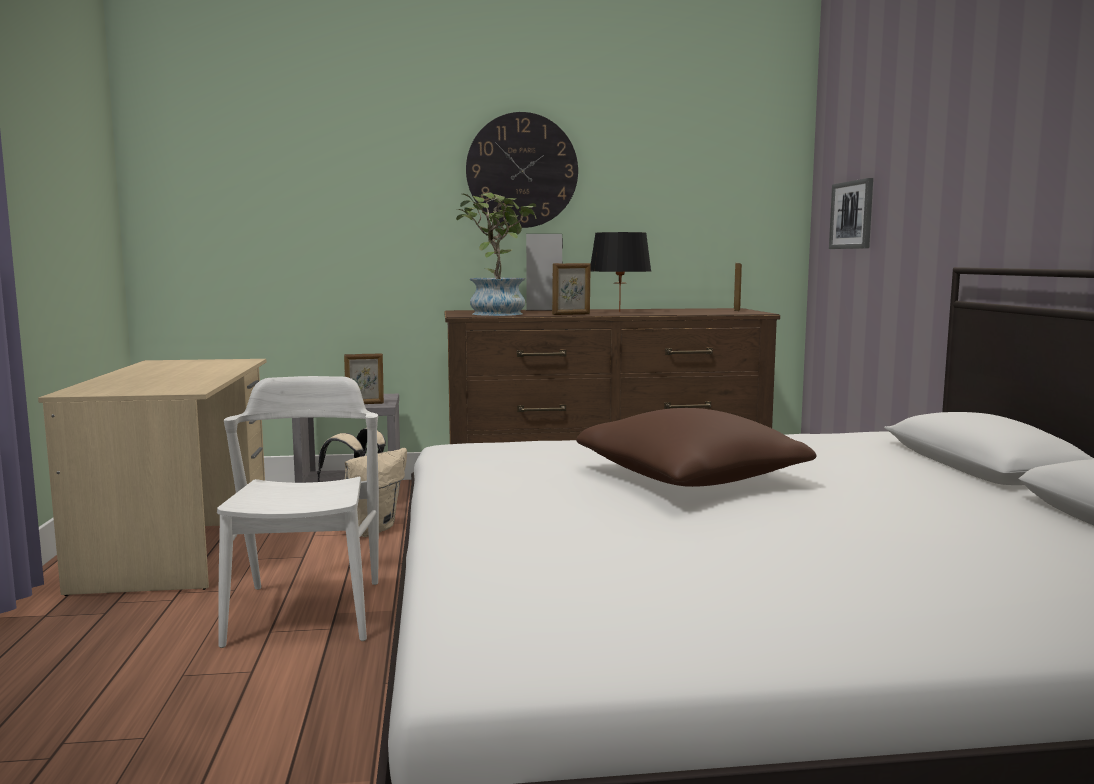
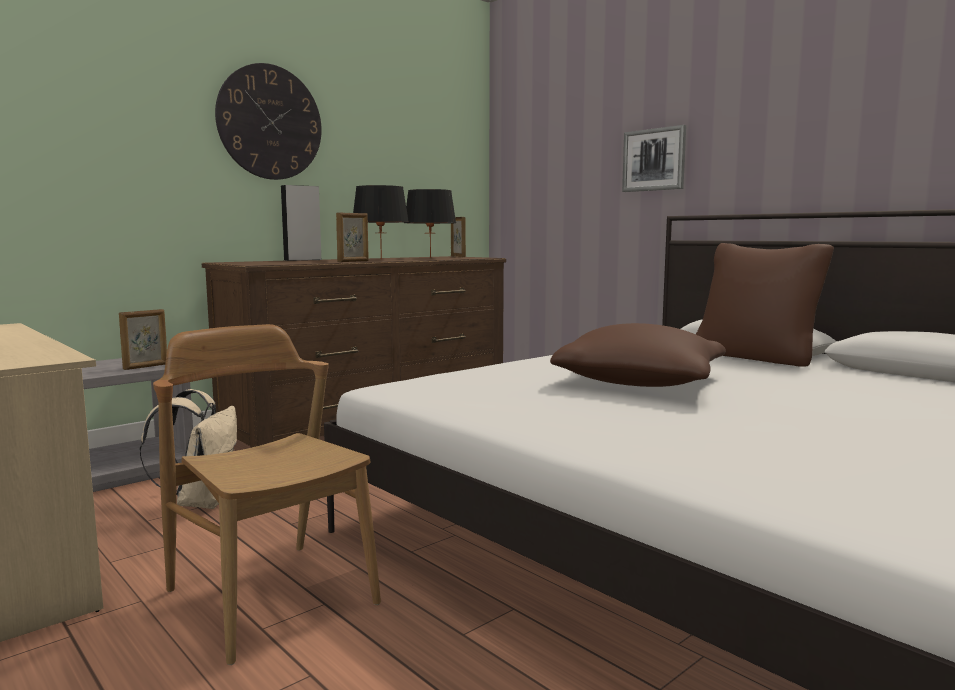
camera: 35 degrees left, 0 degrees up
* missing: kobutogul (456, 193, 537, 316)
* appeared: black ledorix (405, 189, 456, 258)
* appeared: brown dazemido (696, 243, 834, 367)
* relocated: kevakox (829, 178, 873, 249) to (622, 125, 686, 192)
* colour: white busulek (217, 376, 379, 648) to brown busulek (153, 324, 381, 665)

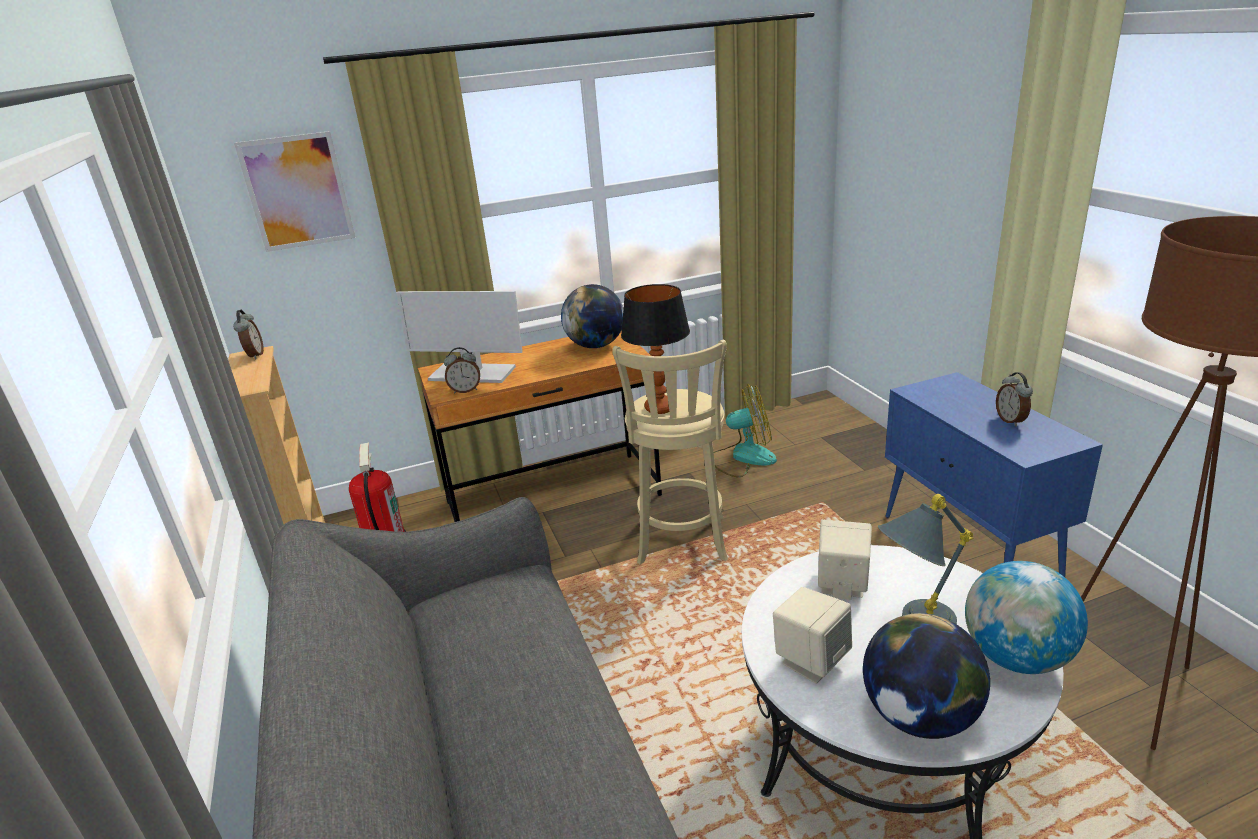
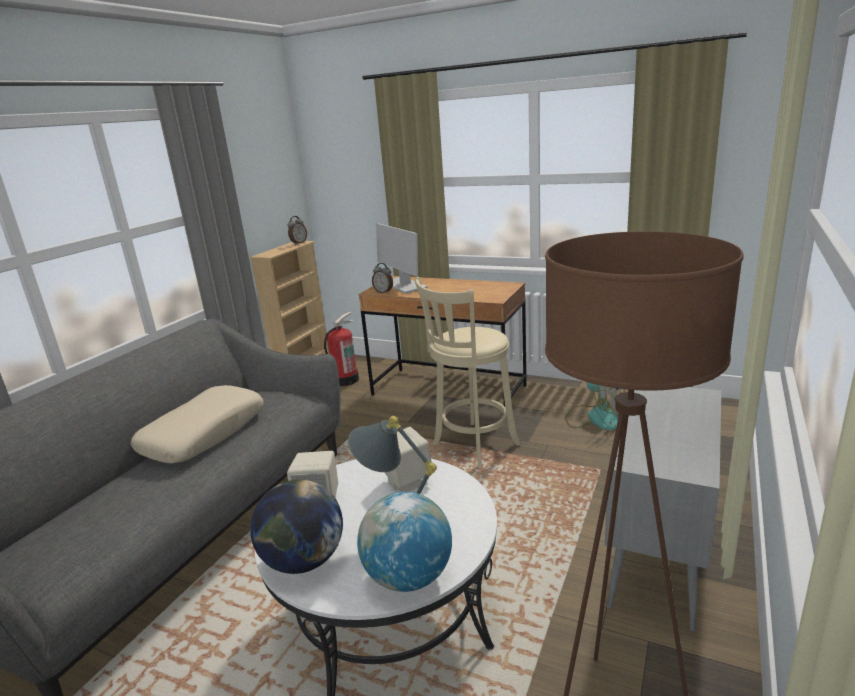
camera: 45 degrees right, 5 degrees down
* missing: kevakox (234, 131, 356, 252)
* missing: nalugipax (561, 284, 624, 348)
* missing: ledorix (621, 284, 690, 414)
* missing: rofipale (996, 372, 1033, 427)
* appeared: beige dazemido (131, 385, 264, 464)
* colour: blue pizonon (885, 372, 1103, 577) to grey pizonon (605, 387, 721, 632)

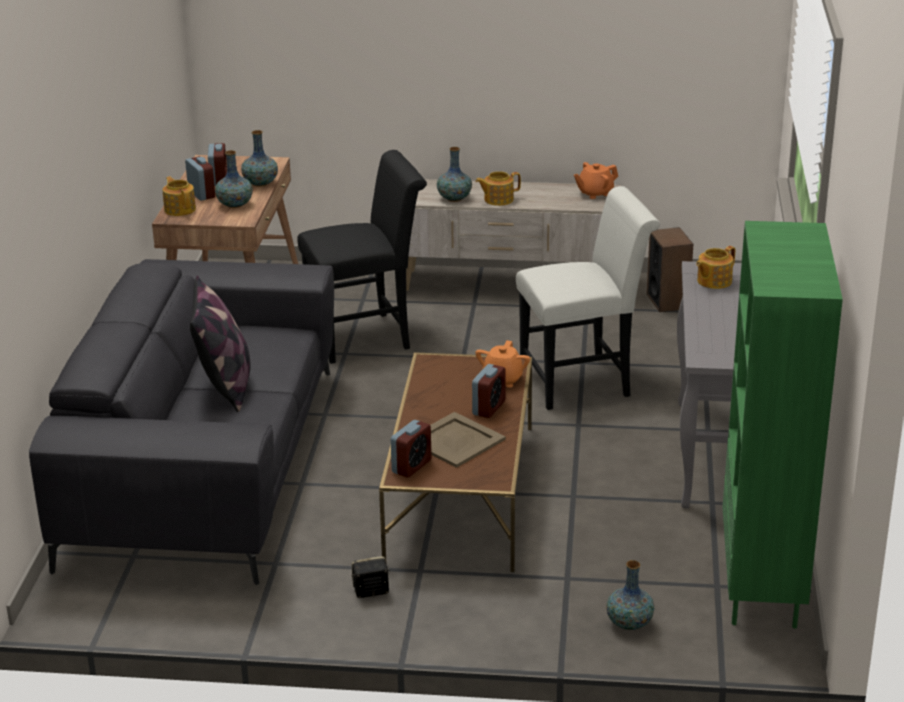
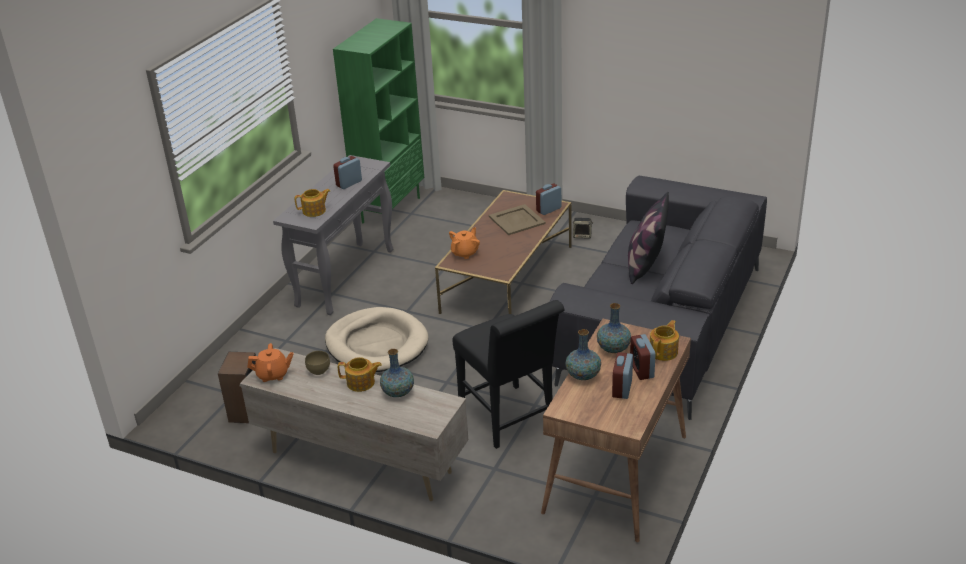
camera: 160 degrees left, 5 degrees up
* missing: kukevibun (606, 560, 655, 630)
* appeared: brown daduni (305, 351, 330, 375)
* relocated: rofipale (472, 364, 505, 418) to (333, 156, 362, 189)
* exchanged: white busulek (516, 186, 660, 410) to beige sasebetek (325, 307, 428, 372)
* spun: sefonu (163, 176, 196, 216) = (650, 320, 679, 361) 135 degrees counterclockwise
* spun: black busulek (297, 150, 427, 364) = (453, 300, 565, 449) 120 degrees counterclockwise

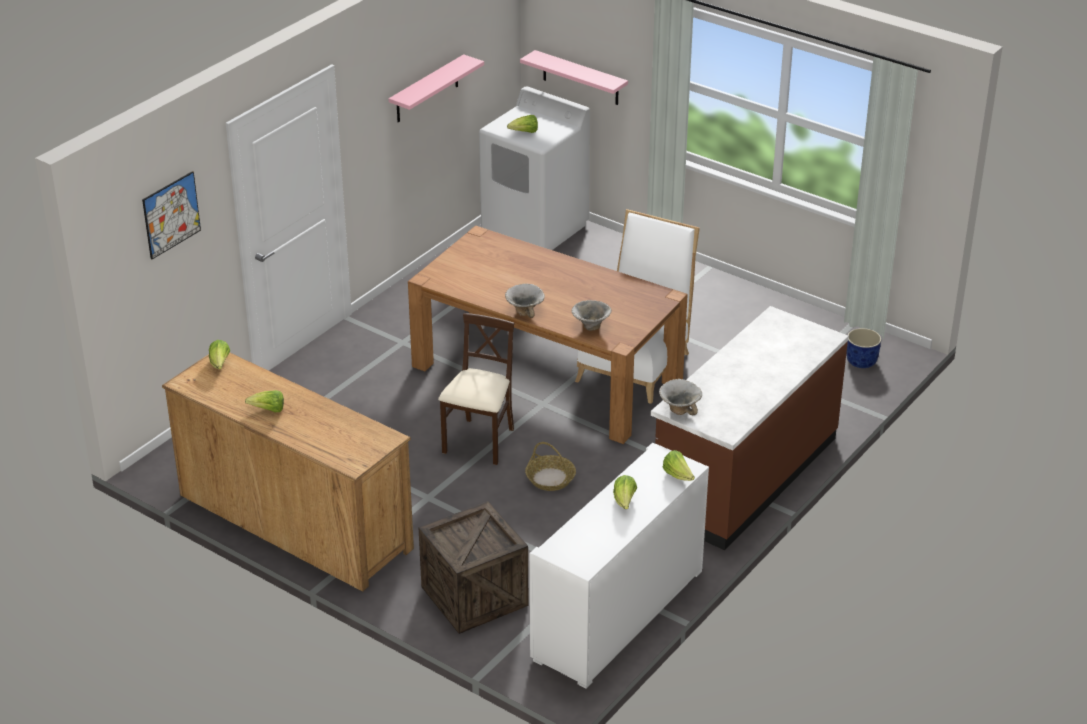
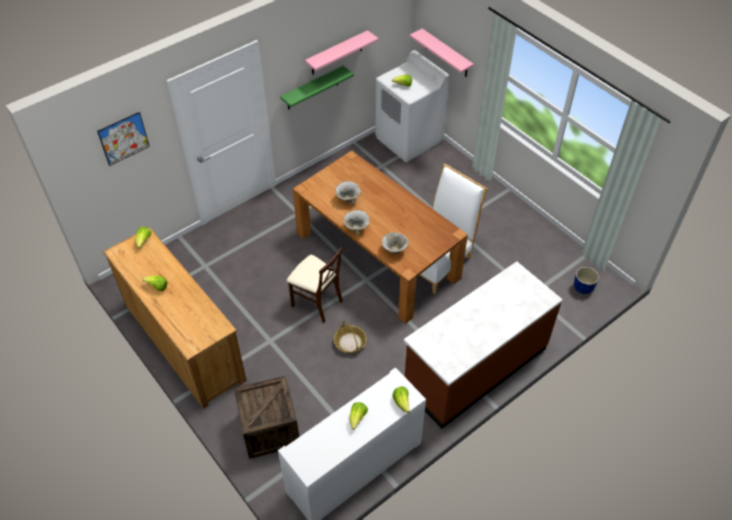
camera: 15 degrees right, 15 degrees up
* appeared: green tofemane (280, 66, 354, 110)
* relocated: daduni (659, 379, 702, 415) to (335, 181, 361, 205)
* spun: beige busulek (438, 313, 514, 465) = (287, 247, 343, 323) 90 degrees clockwise

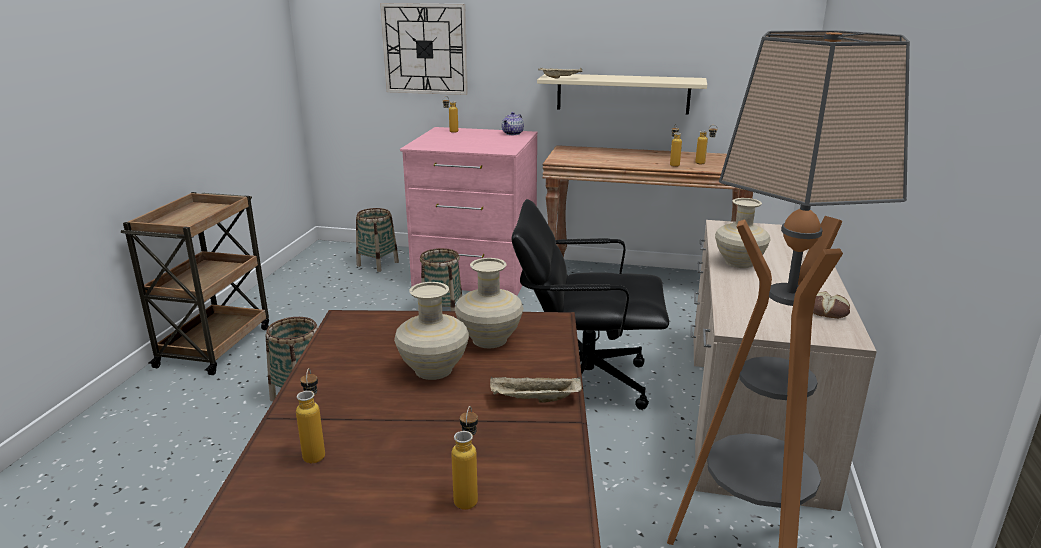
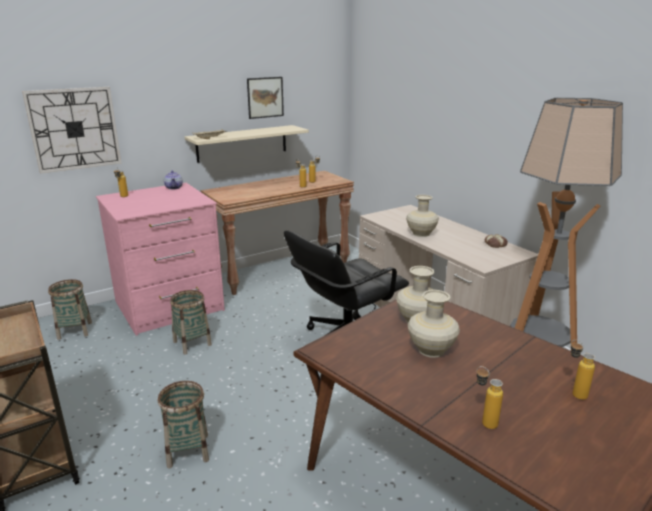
camera: 45 degrees left, 0 degrees up
* missing: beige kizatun (490, 376, 582, 403)
* appeared: kevakox (247, 77, 284, 119)

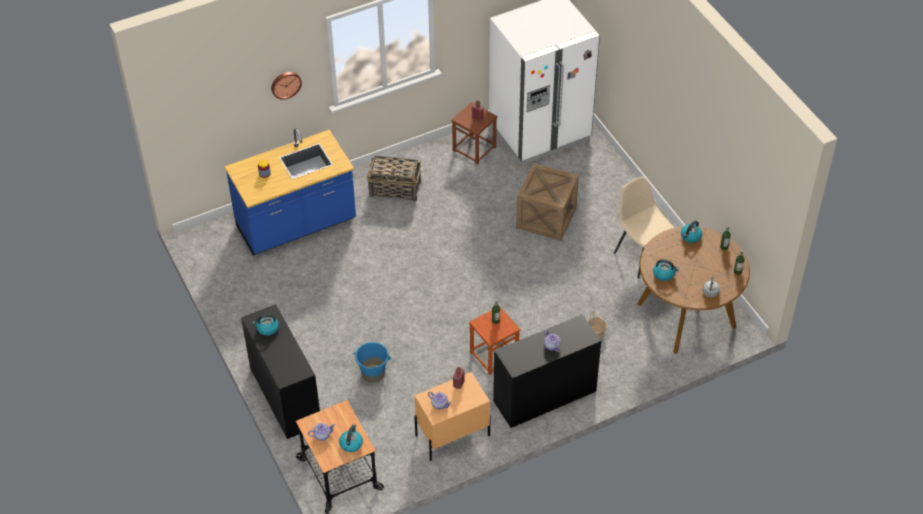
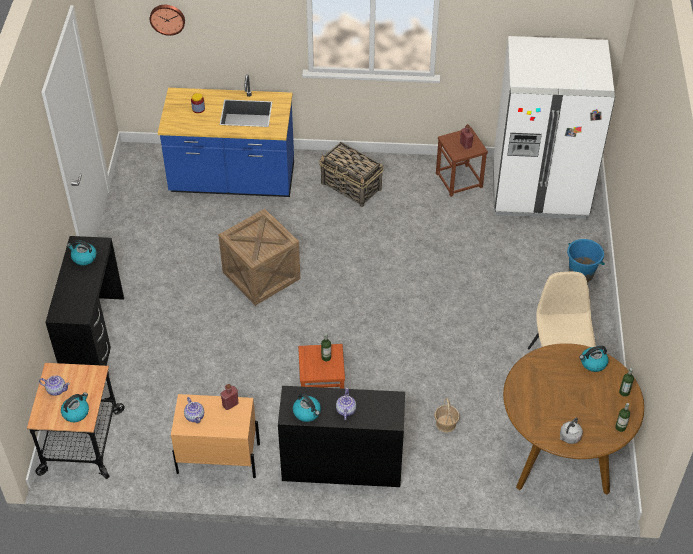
camera: 30 degrees right, 0 degrees up
* relocated: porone (271, 72, 302, 100) to (150, 5, 185, 36)
* relocated: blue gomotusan (353, 342, 391, 383) to (567, 239, 605, 282)
* relocated: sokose (516, 163, 579, 241) to (218, 209, 300, 306)
* relocated: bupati (653, 259, 679, 281) to (293, 393, 321, 422)

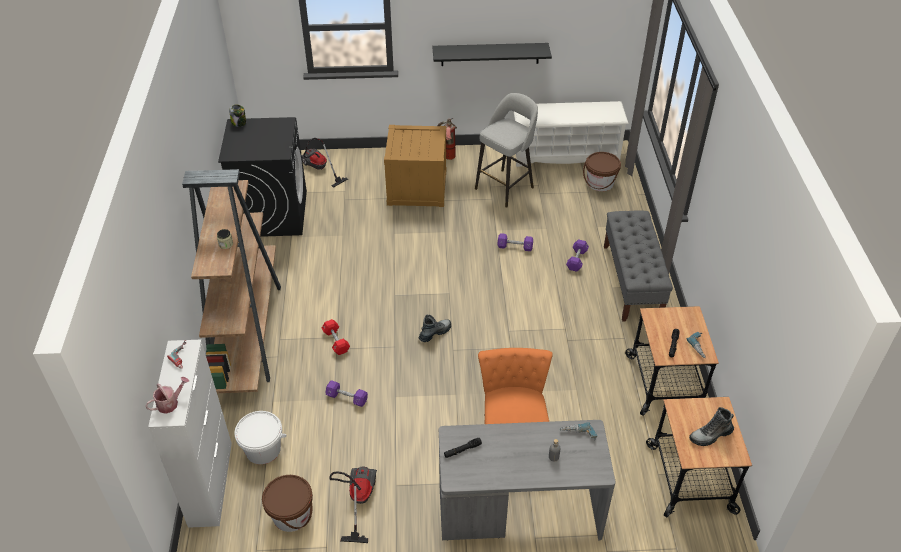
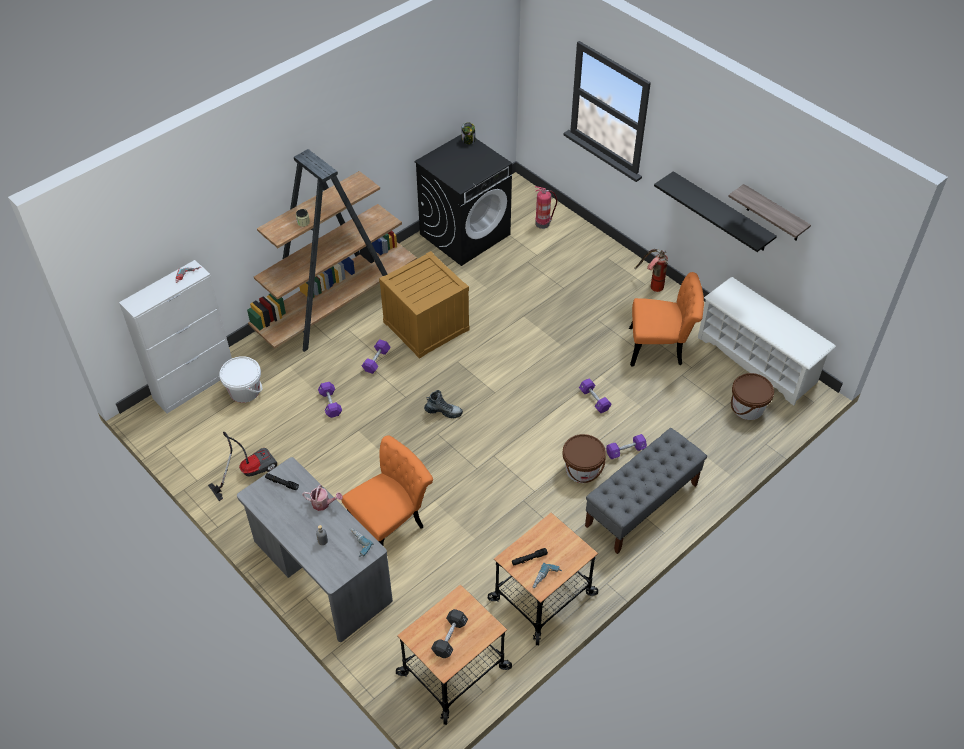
camera: 50 degrees right, 5 degrees up
* appeared: tofemane (728, 184, 811, 240)
* relocated: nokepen (145, 377, 189, 414) to (302, 485, 342, 511)
* relocated: brown gomotusan (262, 475, 313, 532) to (562, 434, 606, 483)
* relocated: sokose (384, 125, 446, 207) to (379, 251, 470, 359)
* exchanged: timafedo (302, 138, 348, 188) to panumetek (535, 186, 557, 229)
* exchanged: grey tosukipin (475, 93, 538, 208) to orange busulek (629, 272, 704, 367)
* exchanged: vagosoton (689, 407, 734, 446) to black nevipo (431, 609, 468, 658)
* colour: red nevipo (322, 319, 350, 355) to purple nevipo (362, 339, 391, 374)

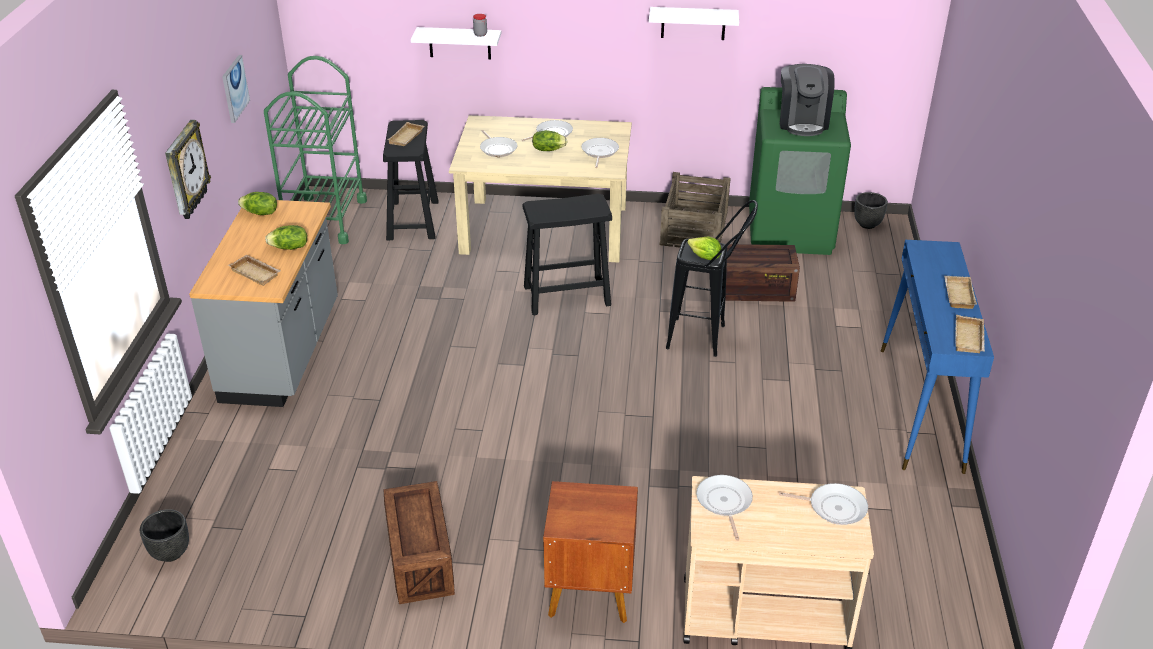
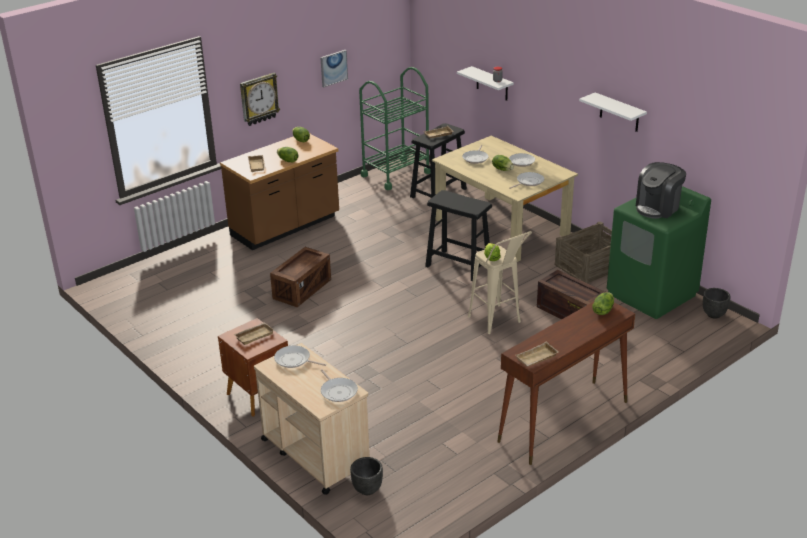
camera: 45 degrees right, 5 degrees down
* appeared: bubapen (592, 292, 614, 315)
* relocated: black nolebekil (140, 509, 189, 562) to (350, 457, 383, 495)
* relocated: sokose (383, 481, 455, 604) to (270, 247, 331, 307)
* relocated: beige kizatun (944, 276, 977, 309) to (234, 322, 274, 345)
* colour: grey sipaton (189, 200, 338, 407) to brown sipaton (220, 133, 339, 250)
* colour: black tosukipin (666, 200, 758, 357) to beige tosukipin (468, 231, 532, 334)
* colour: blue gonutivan (881, 240, 994, 474) to brown gonutivan (497, 302, 635, 465)
* spun: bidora (696, 475, 753, 541) = (274, 345, 326, 368) 105 degrees counterclockwise

